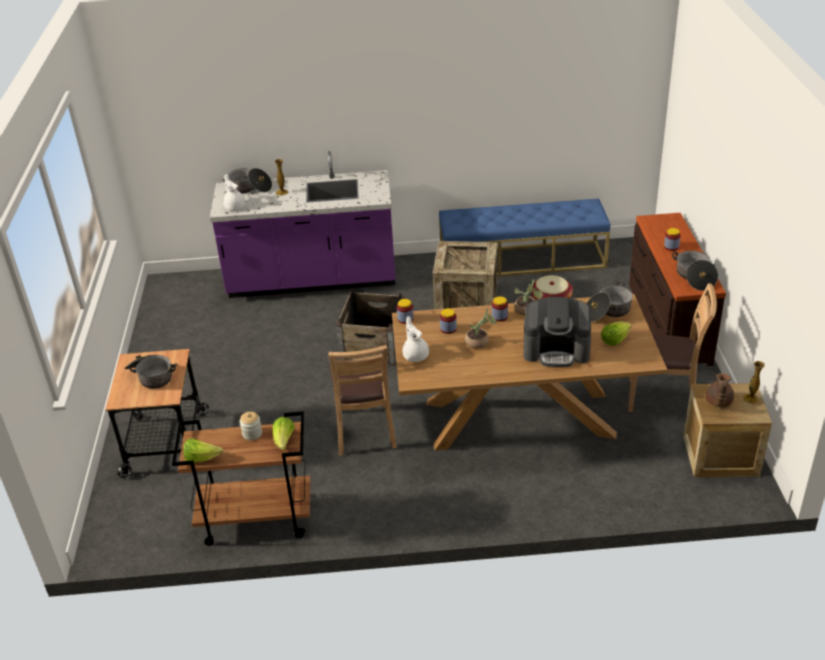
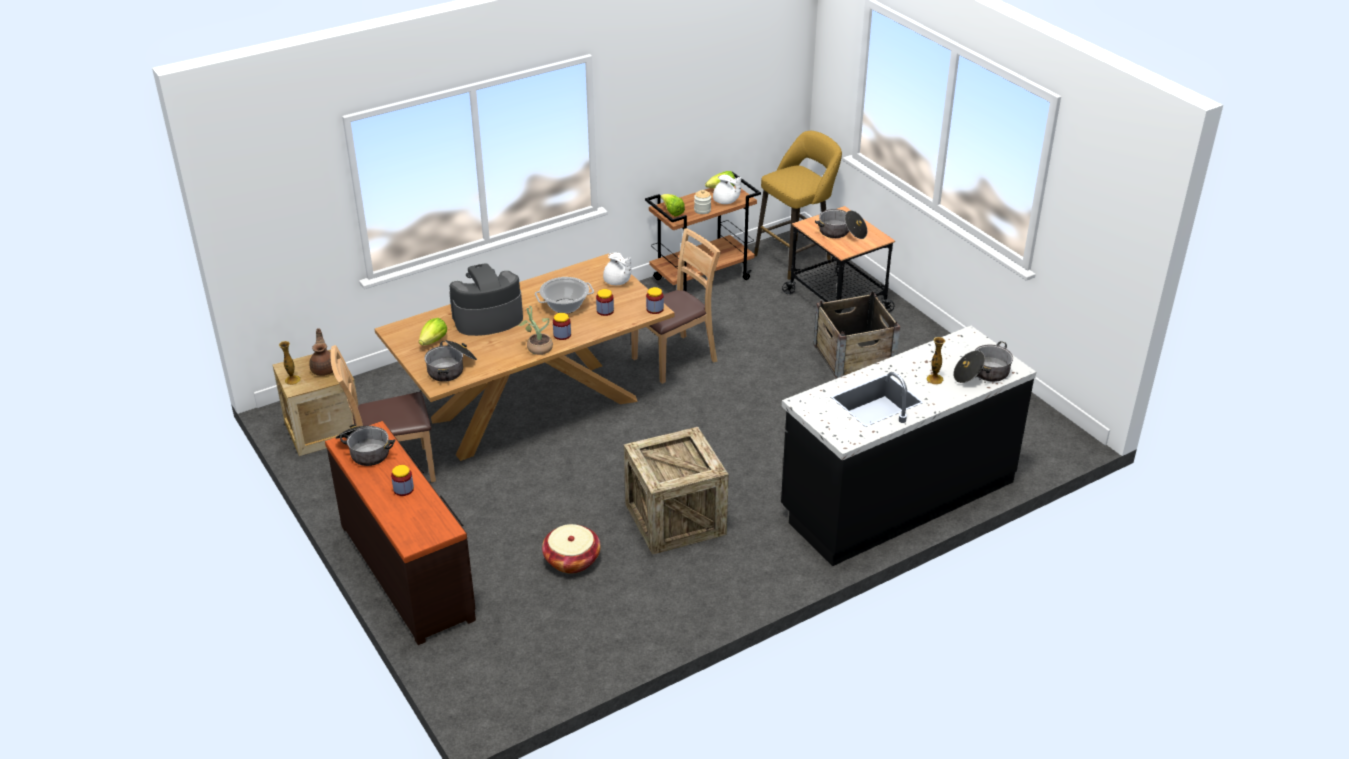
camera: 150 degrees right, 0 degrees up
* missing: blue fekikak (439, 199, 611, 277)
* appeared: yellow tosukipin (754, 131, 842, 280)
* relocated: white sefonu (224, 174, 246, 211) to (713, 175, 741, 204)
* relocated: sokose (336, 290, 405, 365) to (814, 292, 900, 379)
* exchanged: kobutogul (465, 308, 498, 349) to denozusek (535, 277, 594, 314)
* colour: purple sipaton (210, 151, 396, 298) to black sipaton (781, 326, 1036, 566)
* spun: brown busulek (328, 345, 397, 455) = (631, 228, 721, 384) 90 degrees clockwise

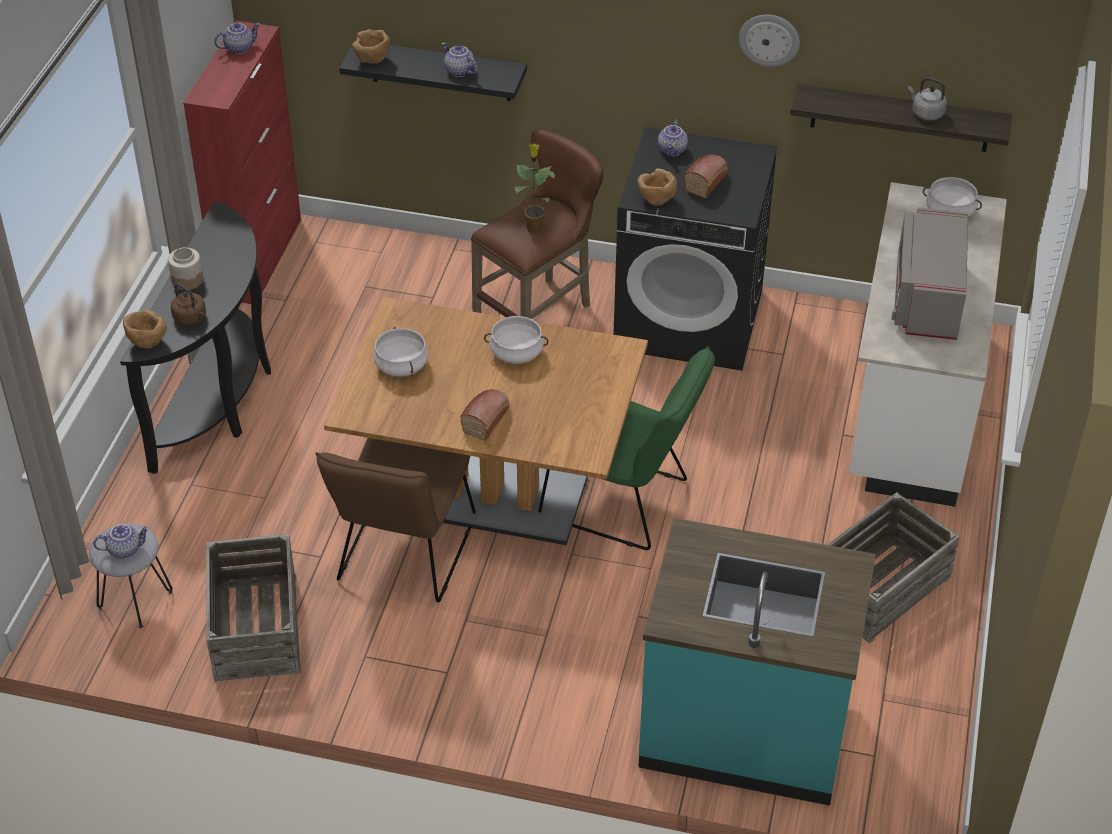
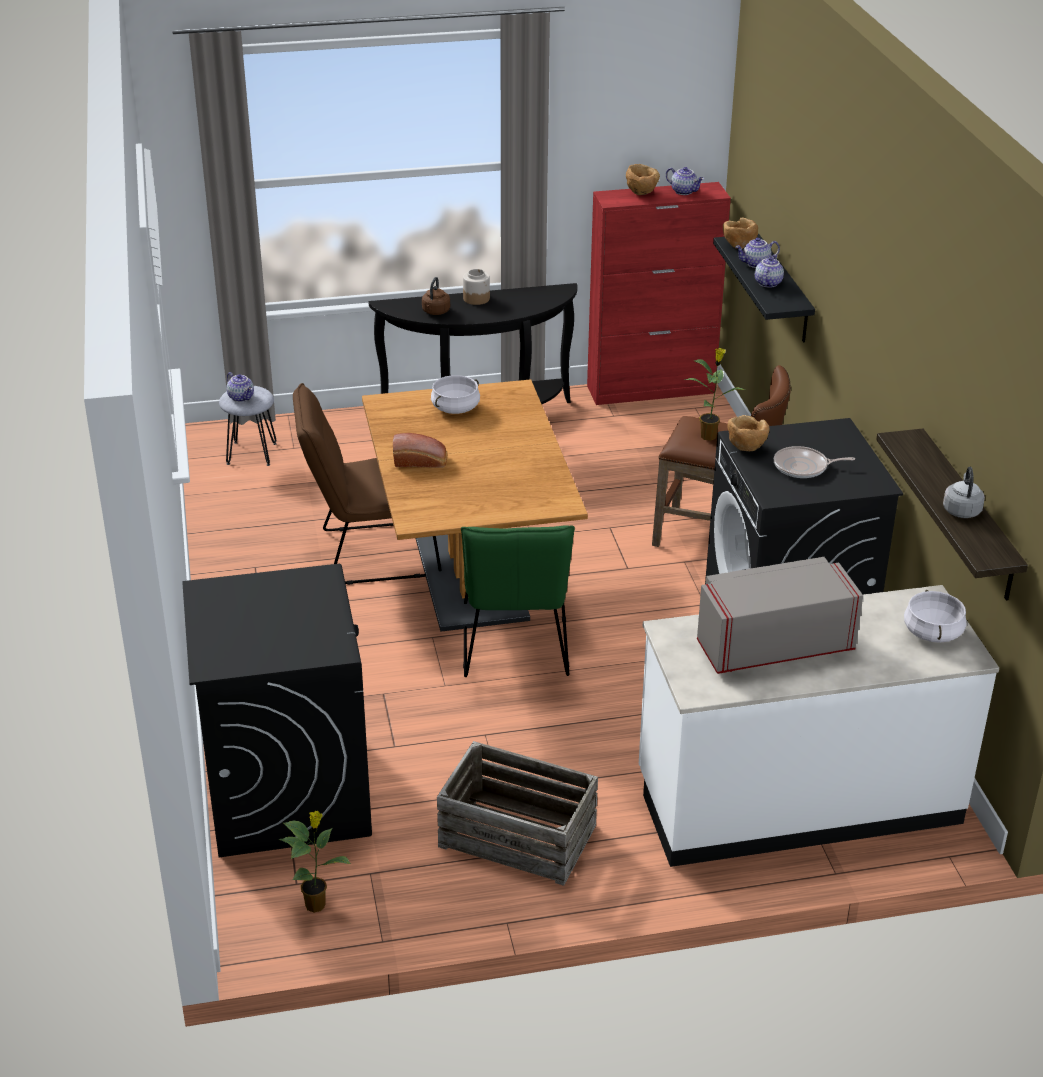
camera: 65 degrees right, 10 degrees down
* missing: sokose (206, 534, 301, 681)
* missing: white denozusek (484, 316, 549, 364)
* missing: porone (739, 15, 800, 67)
* appeared: kobutogul (279, 811, 351, 913)
* relocated: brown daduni (123, 310, 167, 348) to (626, 164, 660, 195)
* relocated: sefonu (658, 120, 688, 157) to (735, 238, 780, 268)
* exchanged: turquoise sipaton (638, 518, 876, 806) to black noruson (182, 564, 372, 857)
* exchanged: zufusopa (685, 155, 728, 198) to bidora (774, 446, 855, 478)

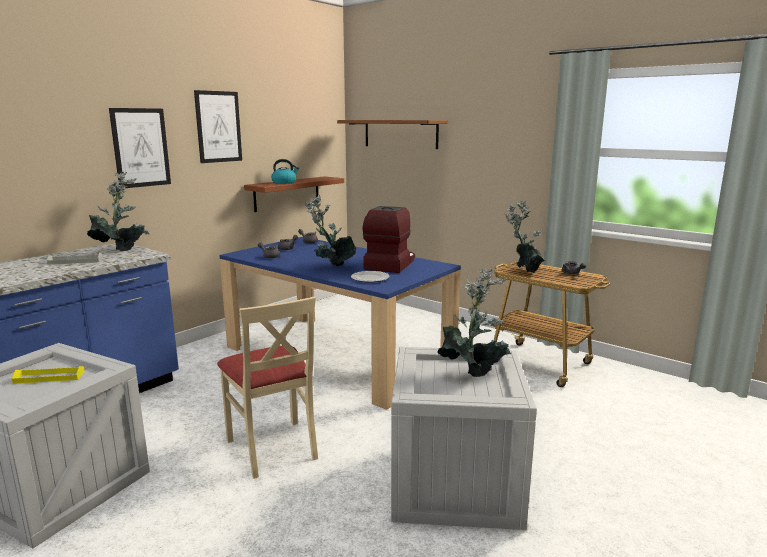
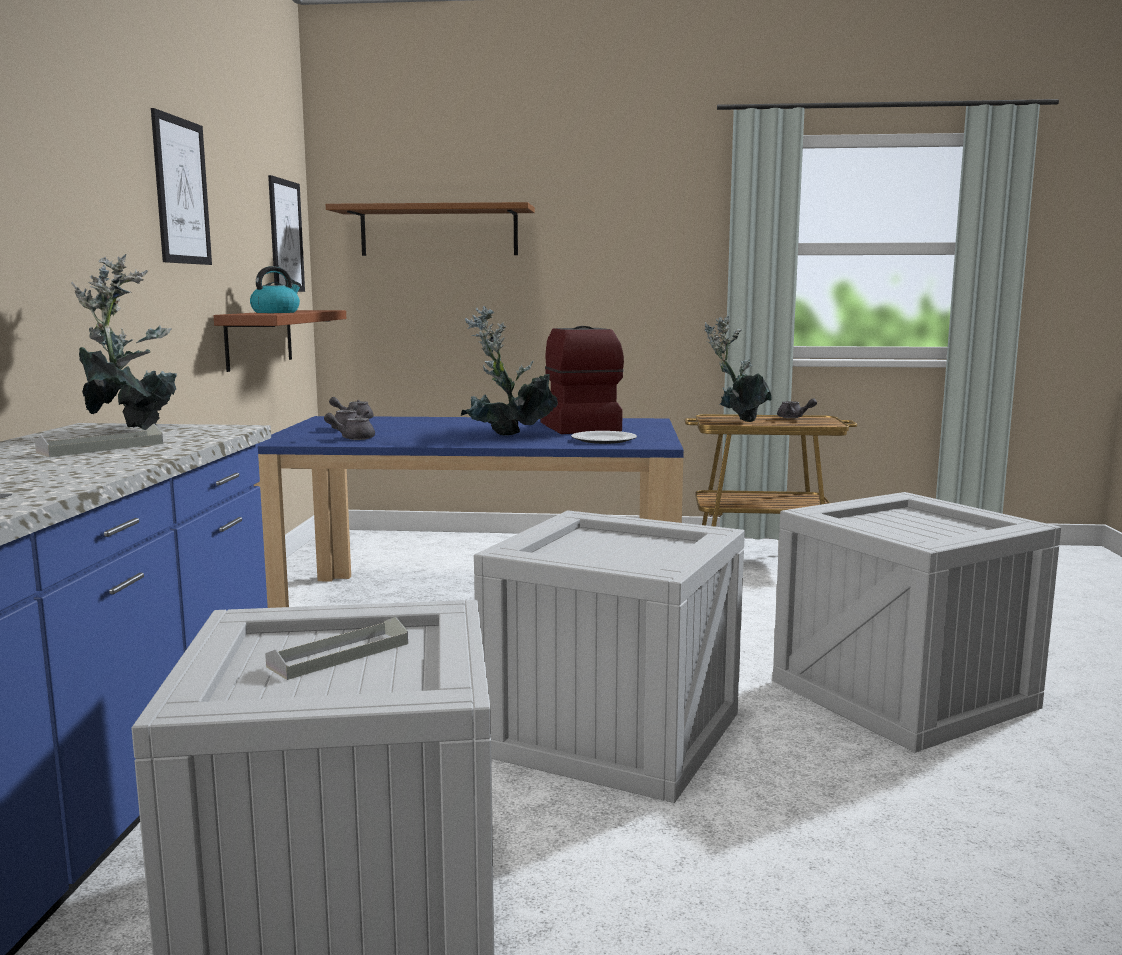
camera: 35 degrees left, 5 degrees down
* missing: kobutogul (438, 268, 511, 377)
* relocated: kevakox (109, 108, 171, 188) to (268, 175, 305, 292)
* exchanged: beige busulek (217, 296, 318, 479) to sokose (474, 510, 745, 803)
* colour: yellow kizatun (12, 366, 85, 384) to grey kizatun (265, 617, 408, 680)

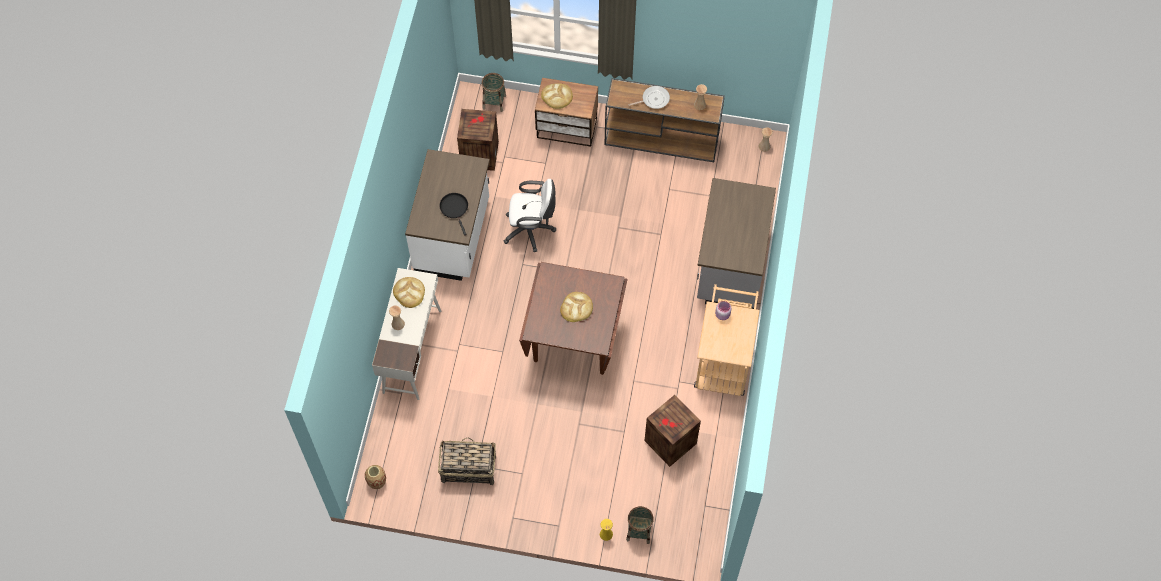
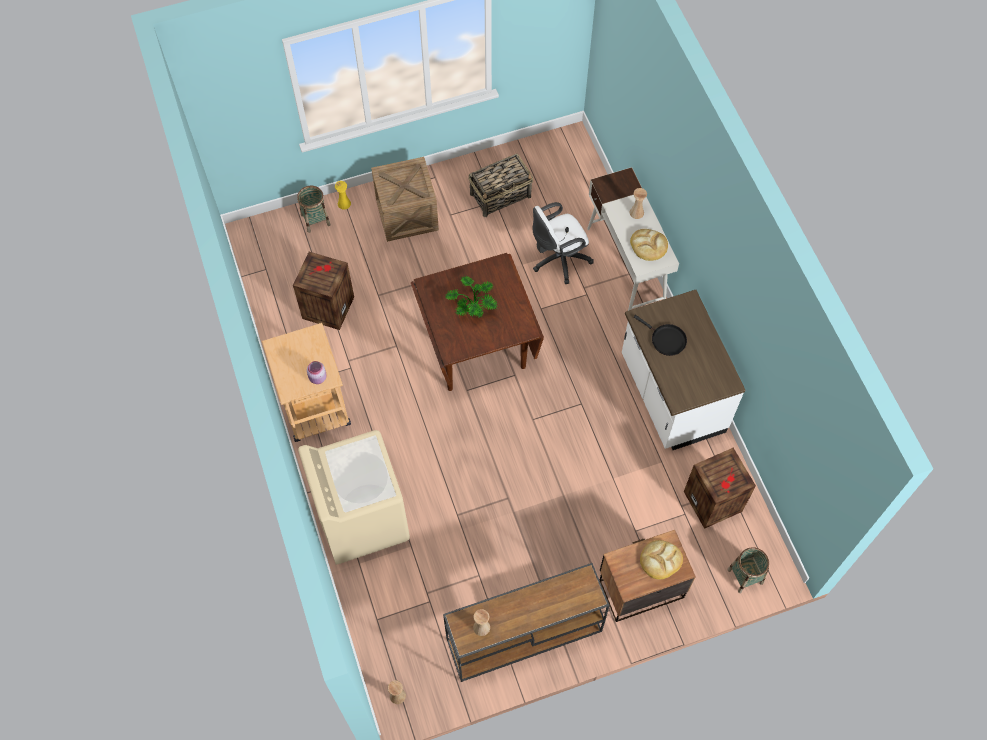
camera: 150 degrees right, 0 degrees up
* missing: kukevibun (365, 465, 386, 489)
* missing: bidora (628, 86, 670, 109)
* appeared: sokose (371, 157, 439, 242)
* relocated: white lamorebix (504, 179, 556, 252) to (533, 202, 594, 284)
* exchanged: zufusopa (560, 292, 593, 322) to kobutogul (445, 276, 498, 318)
* exchanged: grey sipaton (697, 178, 776, 309) to beige noruson (298, 430, 410, 565)

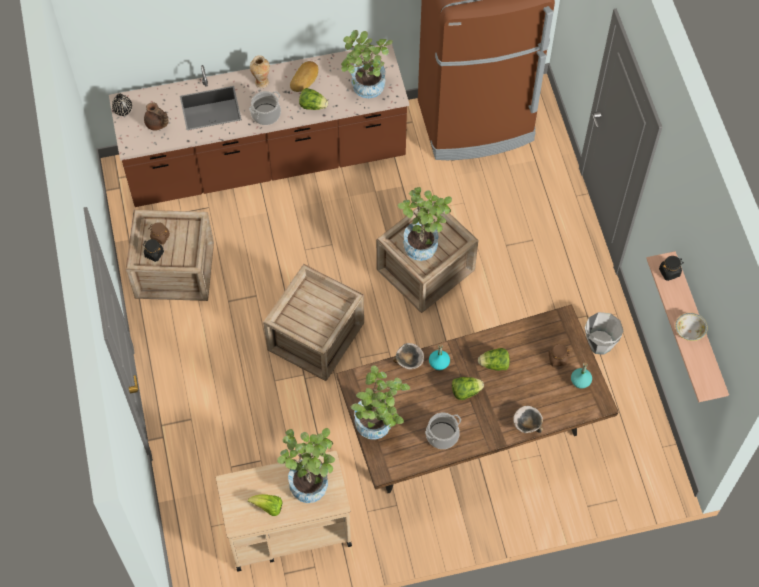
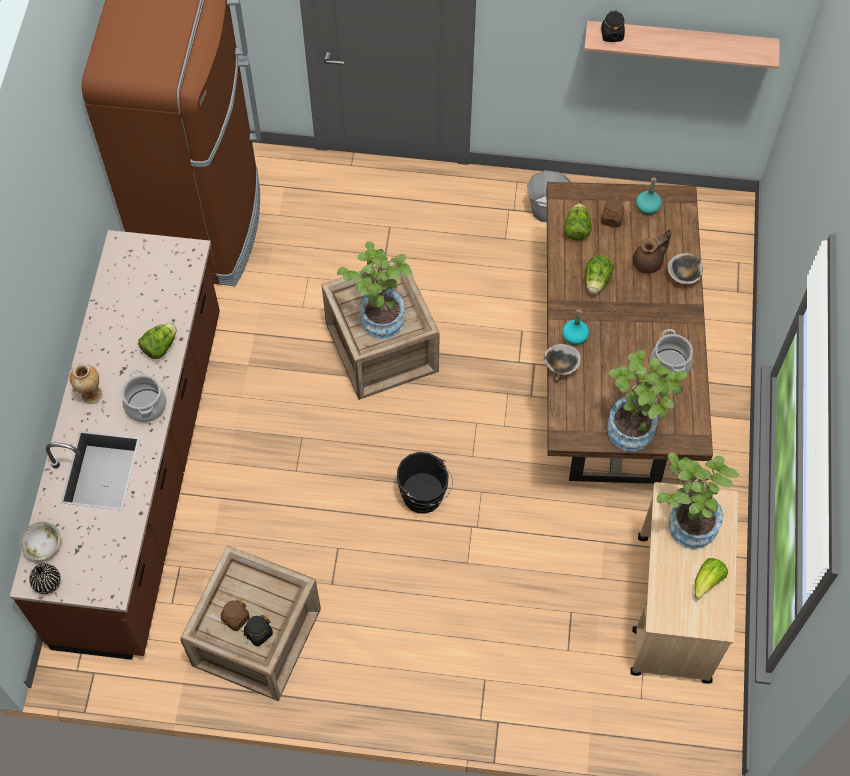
camera: 70 degrees left, 0 degrees up
* missing: zufusopa (290, 61, 318, 92)
* missing: kobutogul (341, 30, 393, 98)
* relocated: brown sefonu (144, 103, 168, 130) to (633, 229, 672, 274)
* relocated: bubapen (452, 377, 484, 400) to (564, 204, 592, 241)
* relocated: daduni (675, 313, 708, 341) to (20, 522, 61, 560)
* exchanged: sokose (263, 264, 364, 381) to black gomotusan (397, 452, 453, 514)

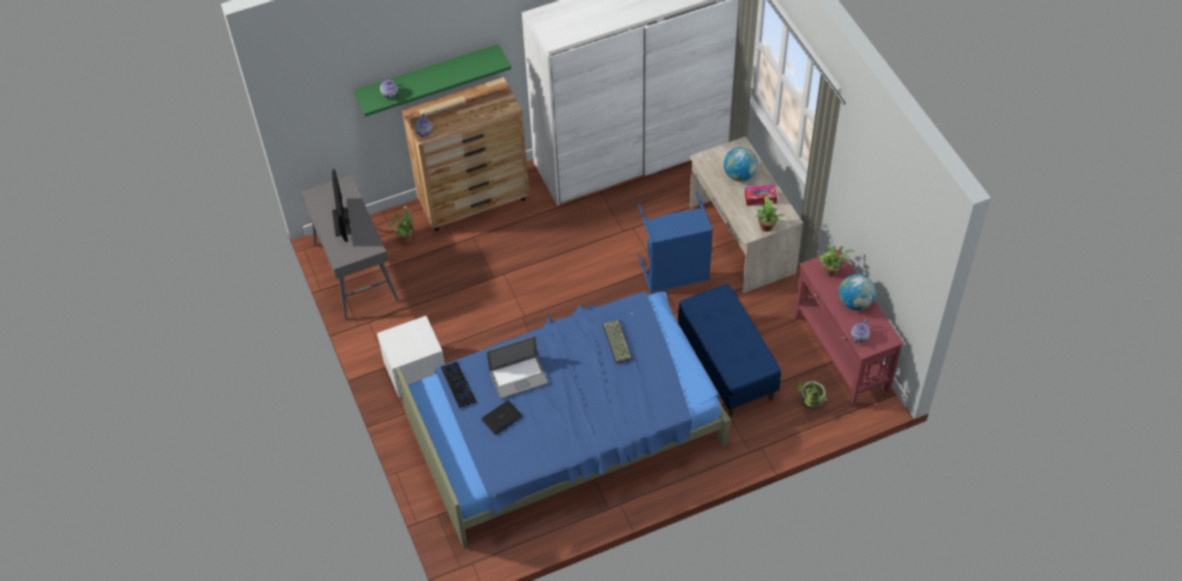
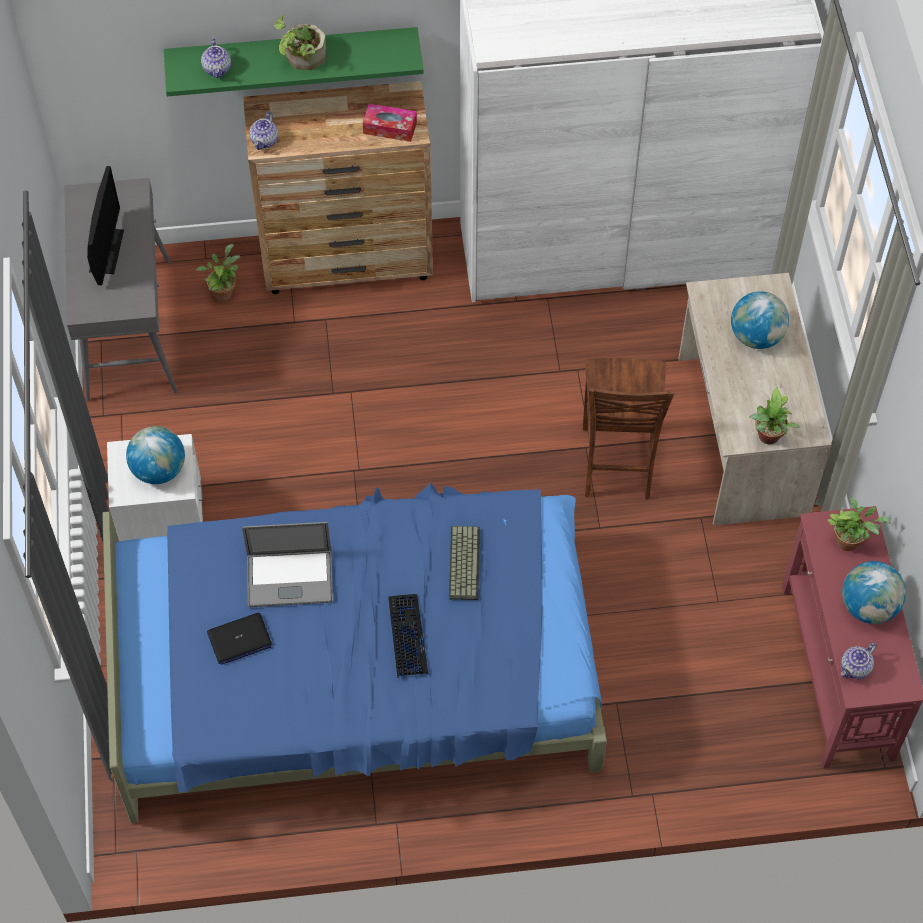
camera: 15 degrees right, 5 degrees up
* missing: blue fekikak (678, 284, 781, 416)
* appeared: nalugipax (126, 426, 185, 484)
* relocated: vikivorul (441, 362, 477, 408) to (388, 594, 428, 678)
* relocated: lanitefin (745, 185, 777, 206) to (363, 104, 417, 142)
* relocated: kobutogul (797, 381, 827, 410) to (274, 14, 326, 70)
* exchanged: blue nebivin (638, 191, 713, 294) to brown busulek (583, 358, 674, 500)

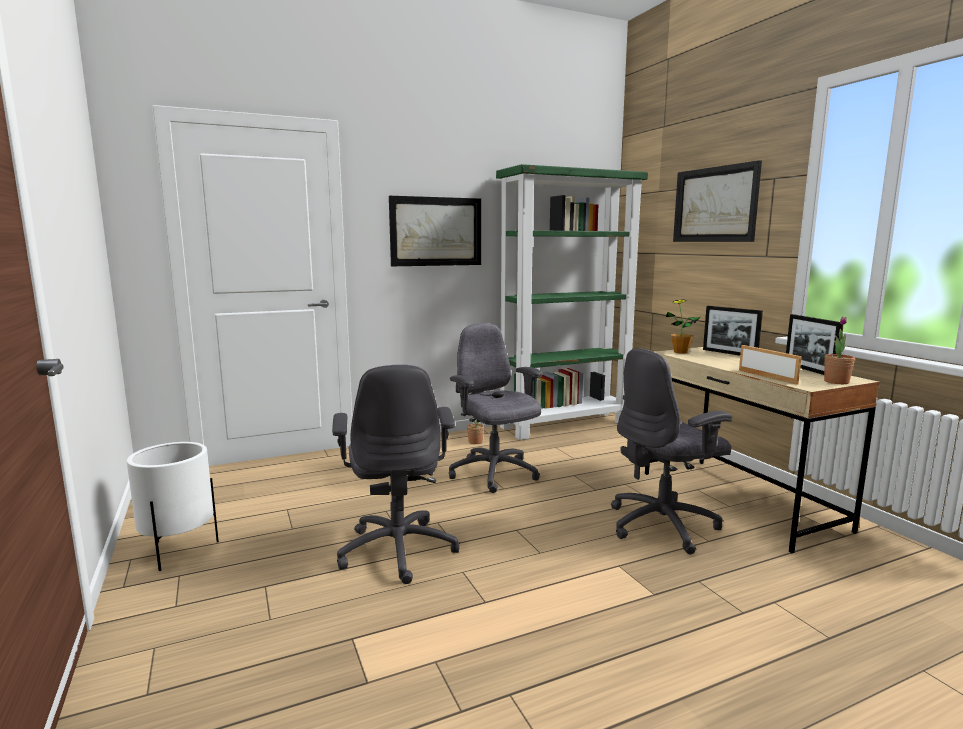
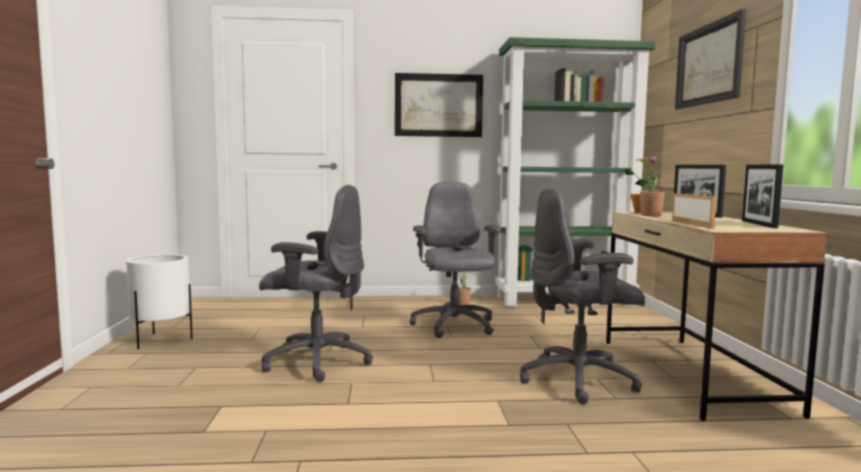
camera: 20 degrees right, 5 degrees down
* relocated: kobutogul (824, 317, 855, 384) to (640, 156, 665, 216)
* spun: grey lamorebix (332, 365, 460, 584) = (259, 185, 373, 382) 90 degrees counterclockwise

